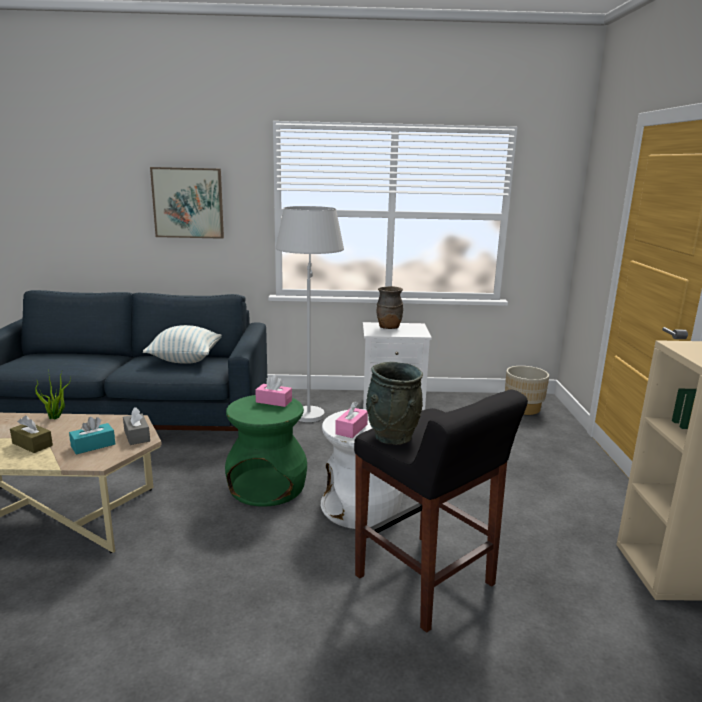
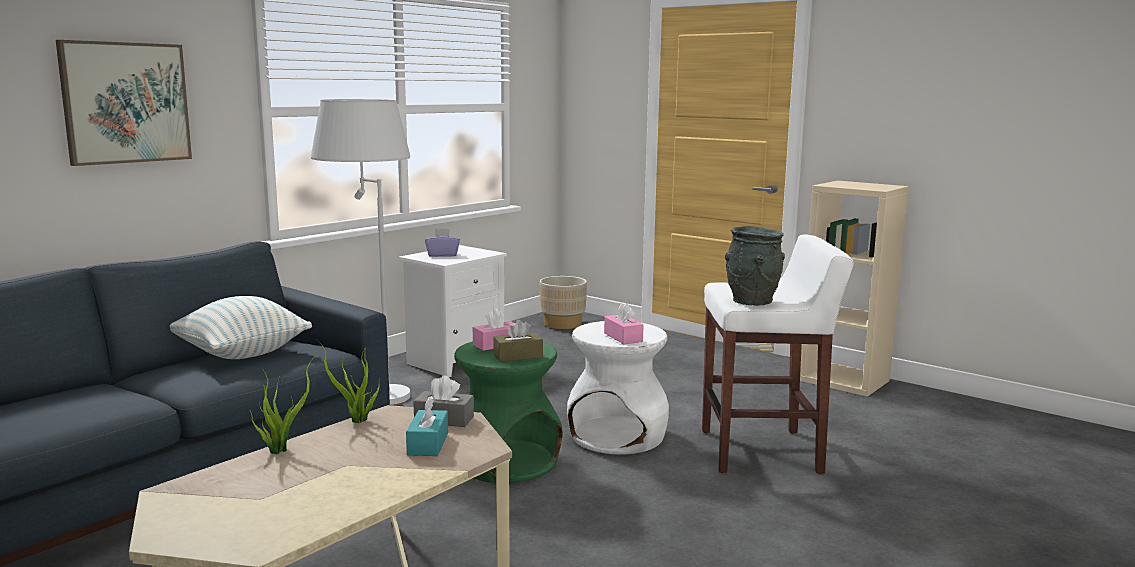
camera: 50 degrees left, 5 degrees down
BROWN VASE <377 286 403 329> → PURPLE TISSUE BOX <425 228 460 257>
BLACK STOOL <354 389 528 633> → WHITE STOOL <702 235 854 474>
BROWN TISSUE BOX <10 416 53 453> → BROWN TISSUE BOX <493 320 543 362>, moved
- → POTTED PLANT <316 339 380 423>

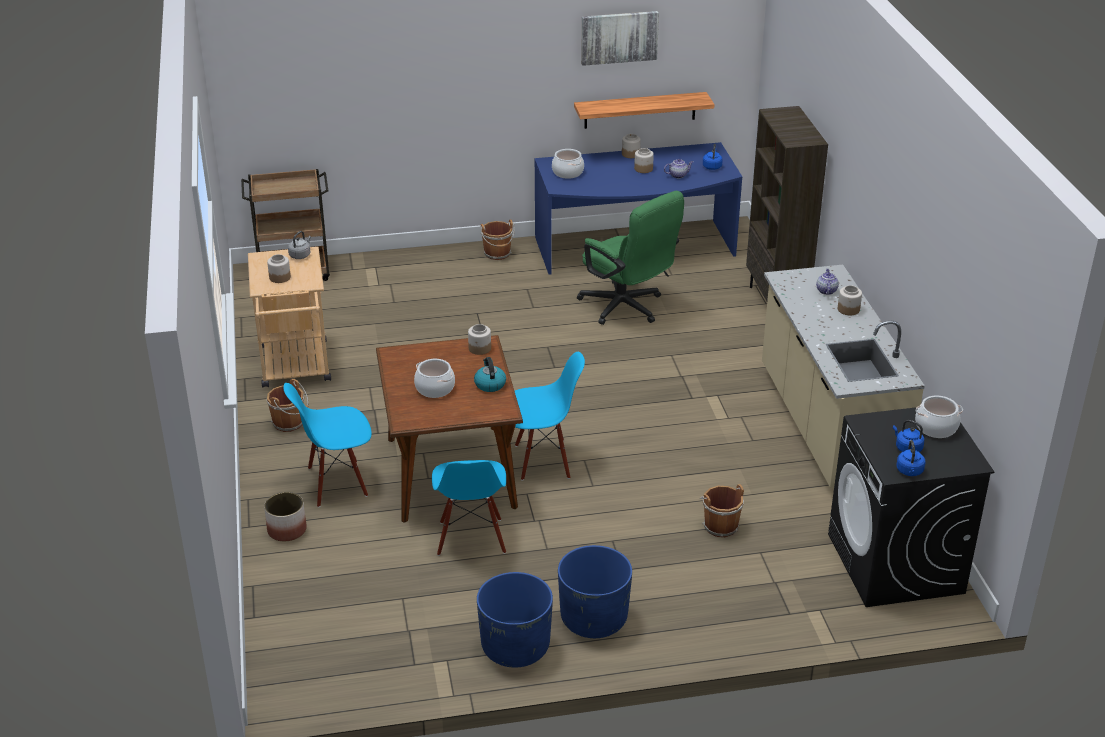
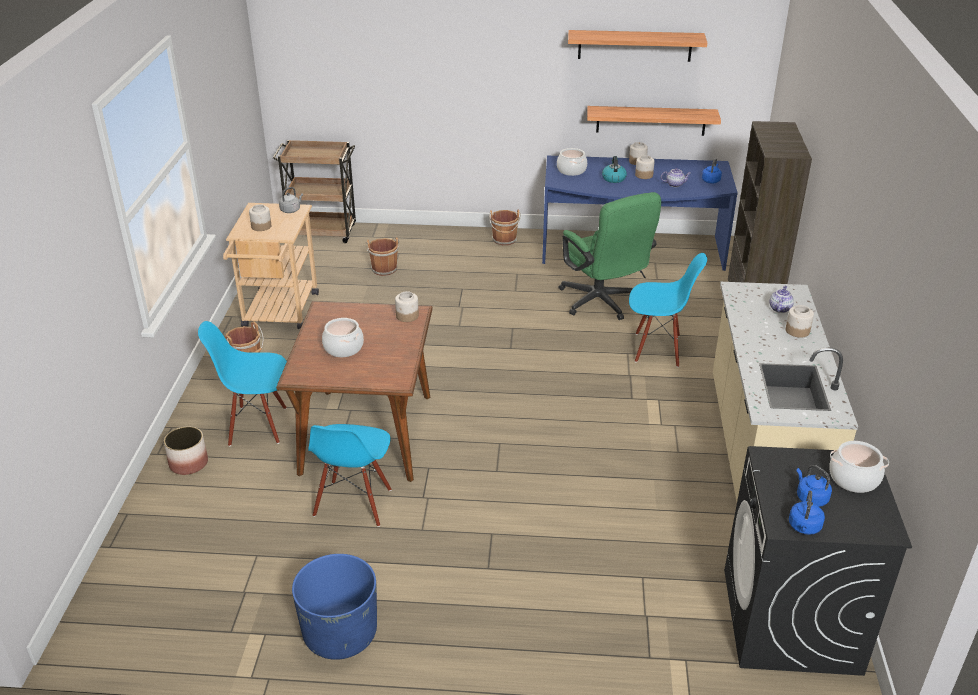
camera: 15 degrees right, 0 degrees up
PICTURE <581 11 659 66> → SHELF <568 30 707 62>
BLUE CHAIR <515 352 585 481> → BLUE CHAIR <629 253 707 367>, moved
KETTLE <474 357 506 392> → KETTLE <602 156 627 183>, moved
BROWN BUCKET <700 484 744 537> → BROWN BUCKET <366 238 399 276>, moved
BLUE PLANTER <558 545 632 638> → -

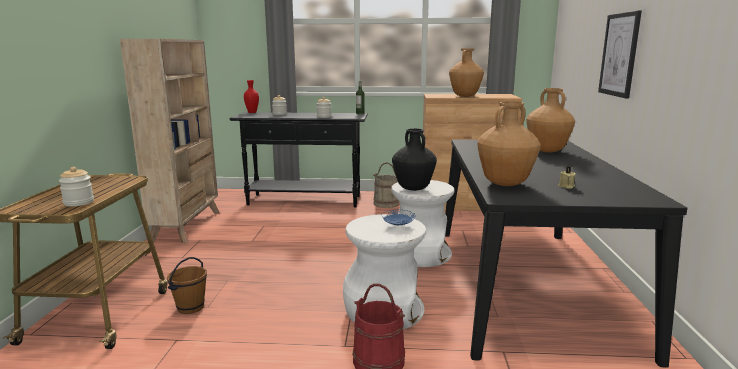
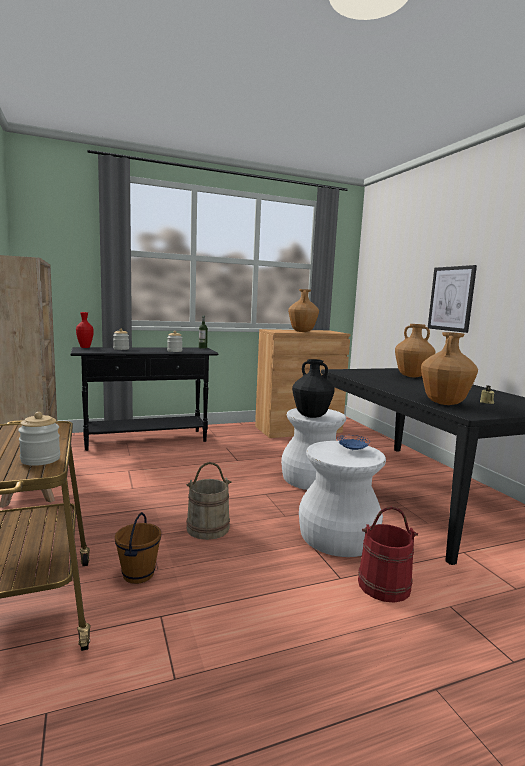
camera: 25 degrees left, 5 degrees down
BEIGE BUCKET <373 162 399 208> → BEIGE BUCKET <186 462 232 540>, moved

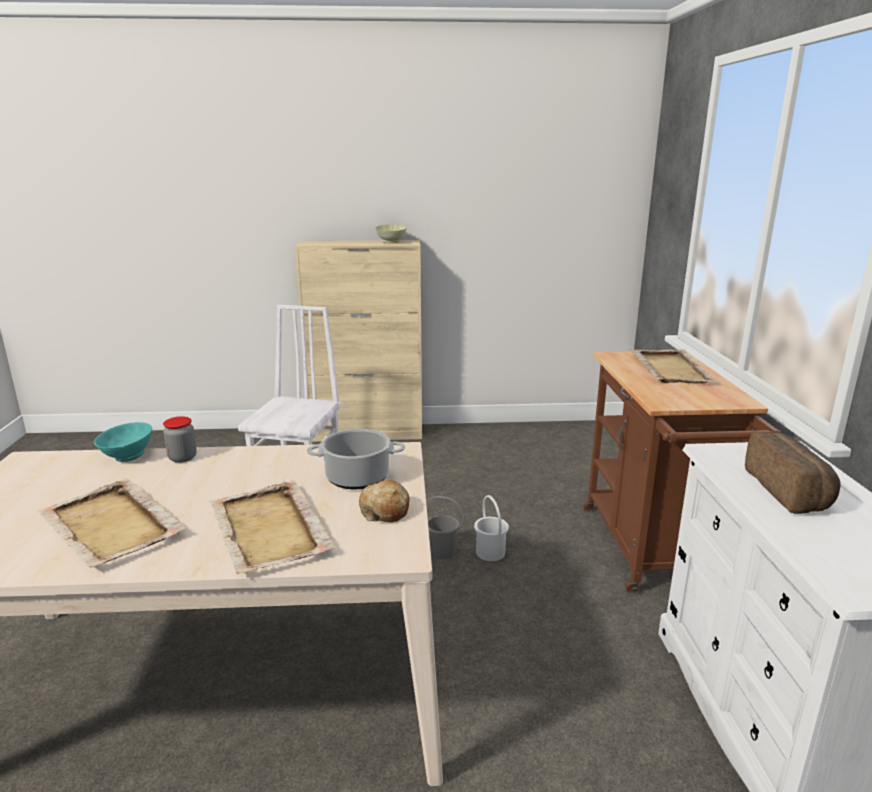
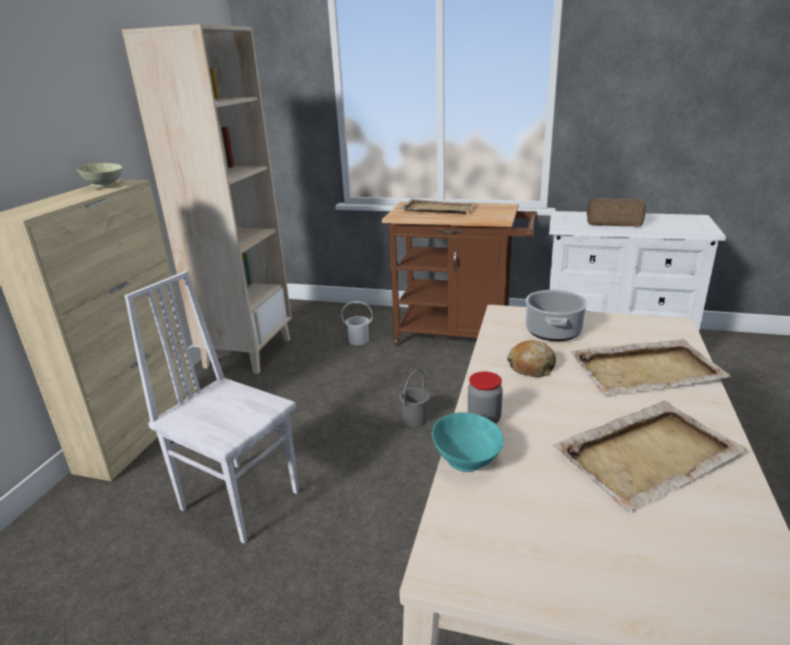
camera: 70 degrees left, 5 degrees up
BREAD <359 480 410 523> → BREAD <507 340 556 377>, moved
WHITE BUCKET <474 495 509 561> → WHITE BUCKET <341 301 373 345>, moved
- → BEIGE BOOKCASE <122 24 292 374>

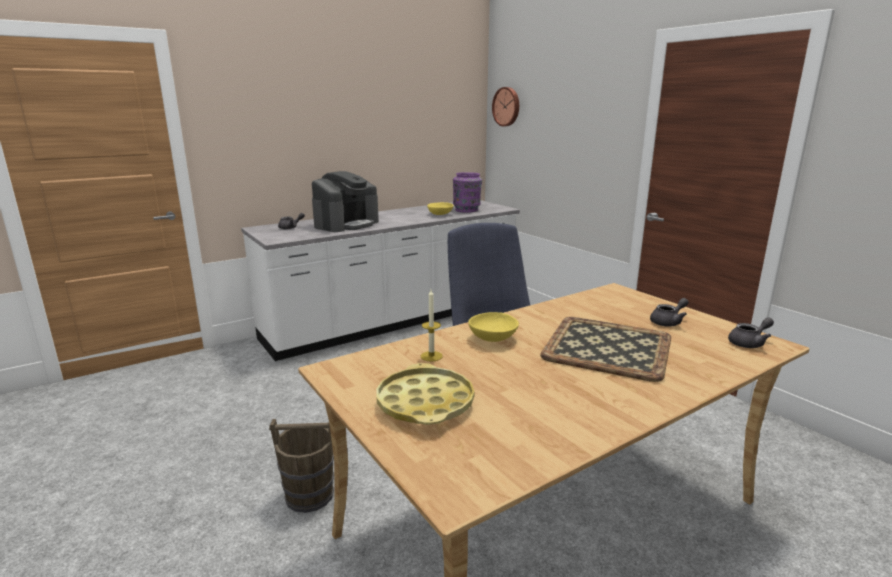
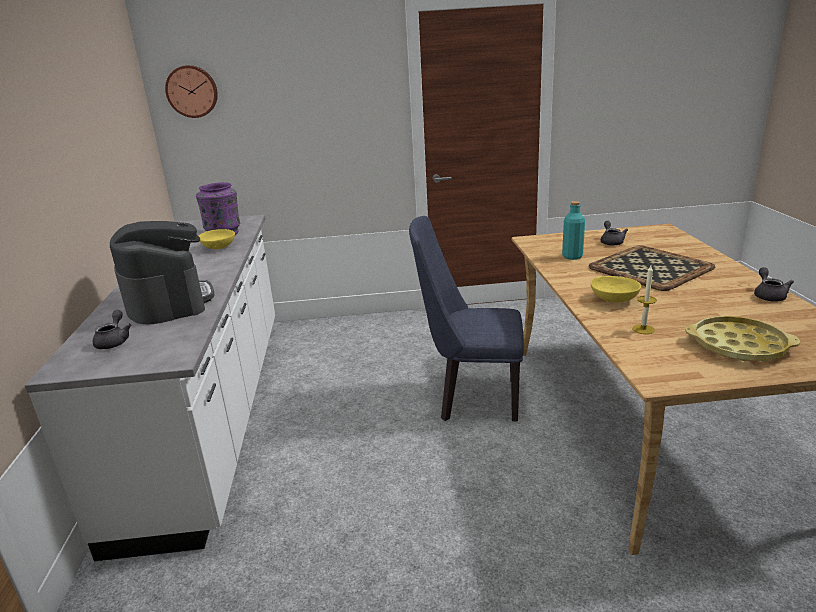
camera: 60 degrees left, 5 degrees up
GREY TEAPOT <728 317 774 348> → GREY TEAPOT <754 267 794 302>, moved
BROWN BUCKET <269 419 334 513> → -
- → TURQUOISE BOTTLE <562 201 585 260>

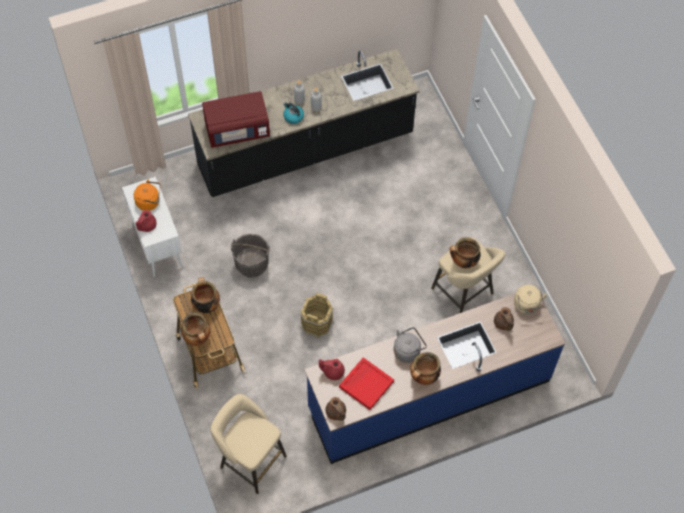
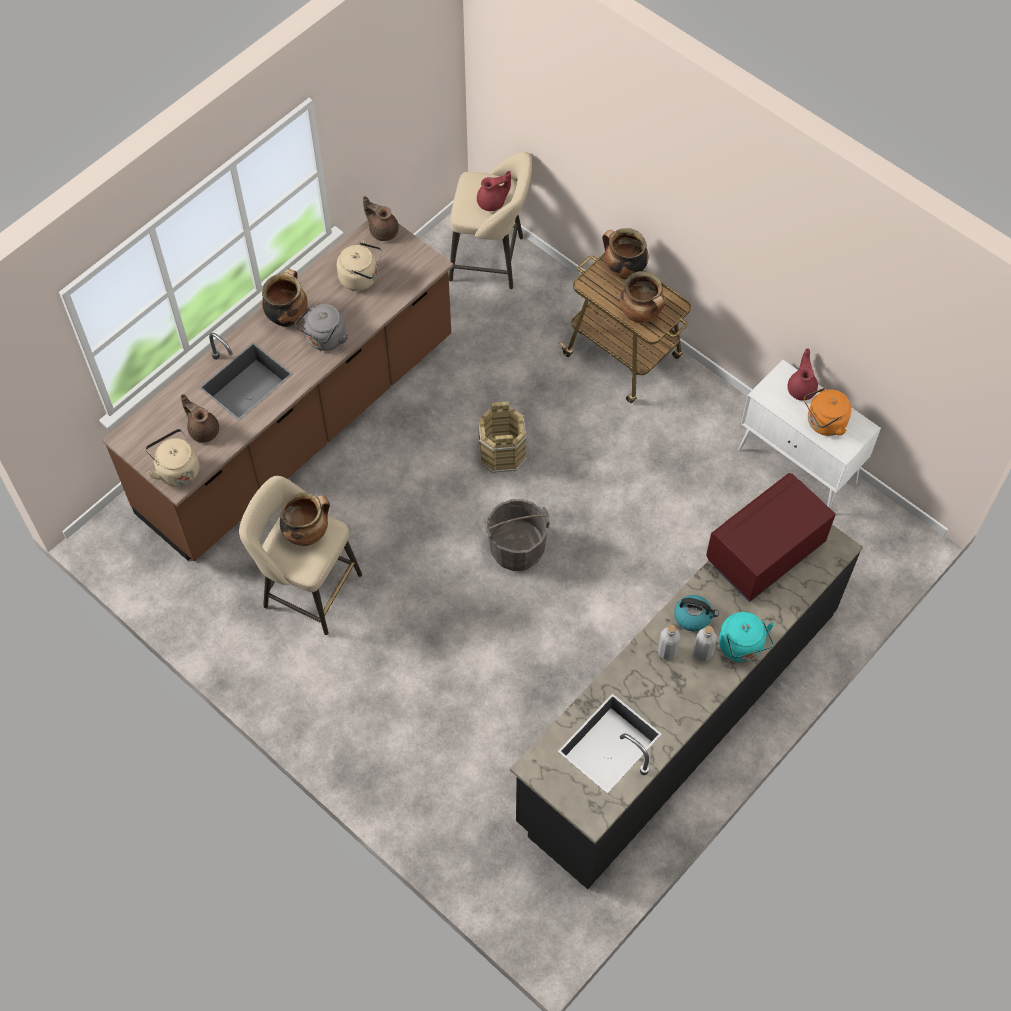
camera: 155 degrees right, 0 degrees up
GREY BUCKET <231 233 270 278> → GREY BUCKET <484 499 550 571>, moved
BLUE COUNTER <304 293 565 464> → BROWN COUNTER <102 220 454 561>
RED TRAY <339 357 394 410> → BEIGE KETTLE <337 240 382 291>
RED TEAPOT <319 359 345 380> → RED TEAPOT <477 171 511 211>, moved
- → TURQUOISE KETTLE <719 612 774 662>

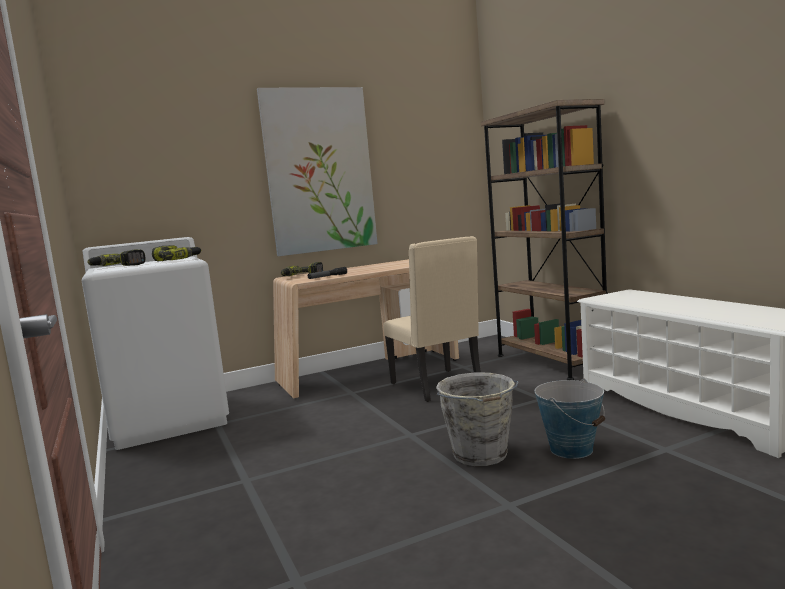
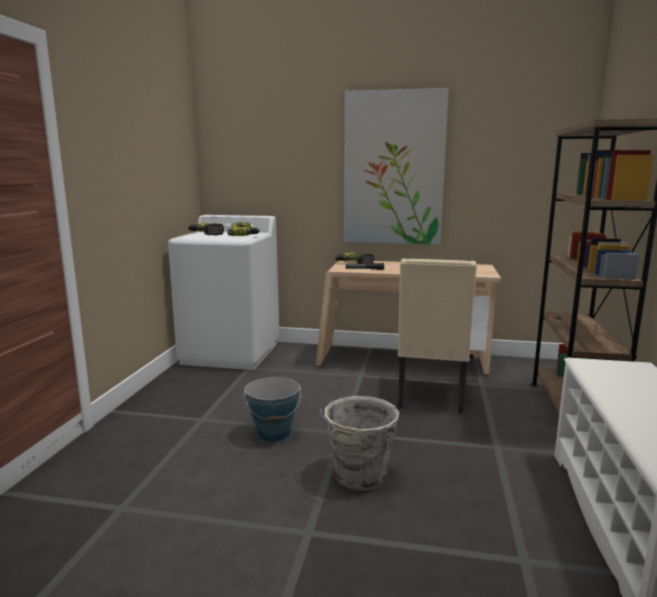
camera: 35 degrees right, 5 degrees up
BUCKET <534 379 605 459> → BUCKET <244 377 301 443>, moved

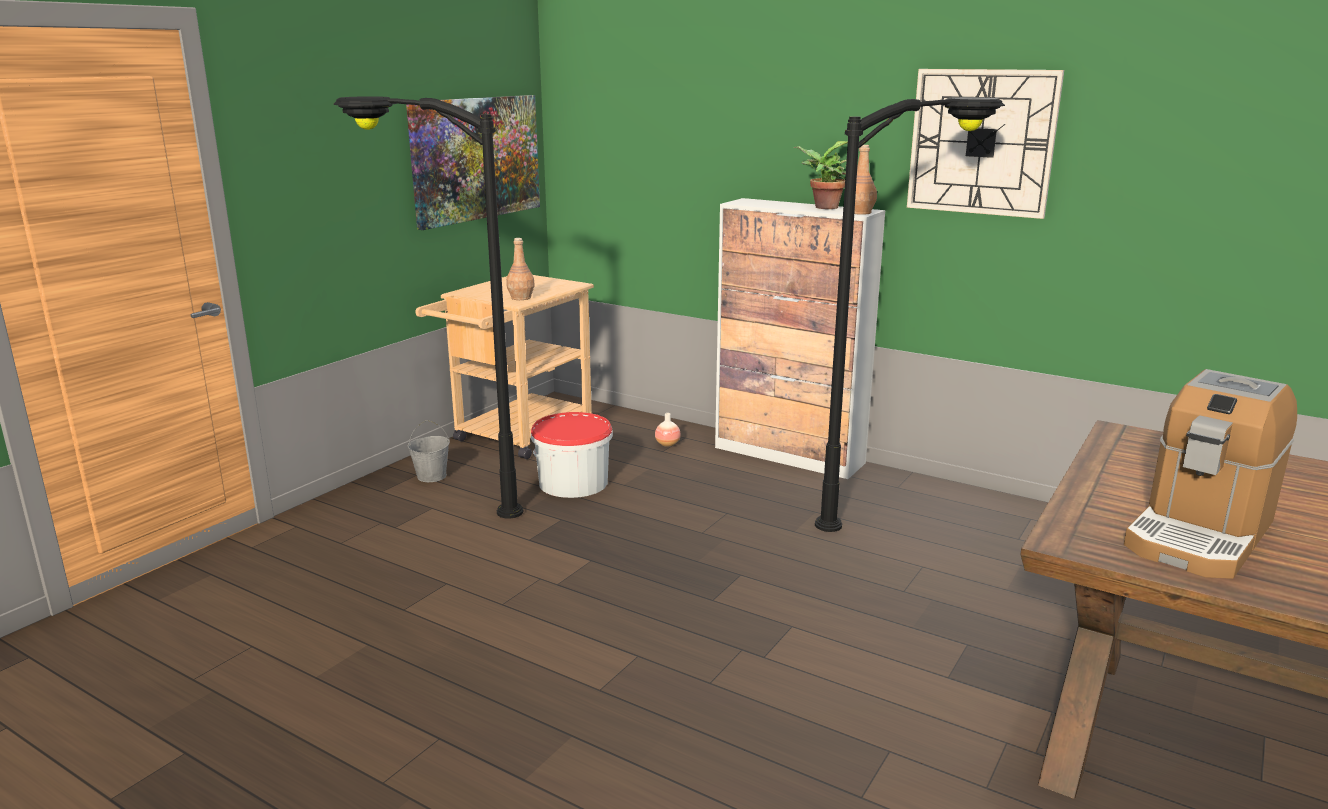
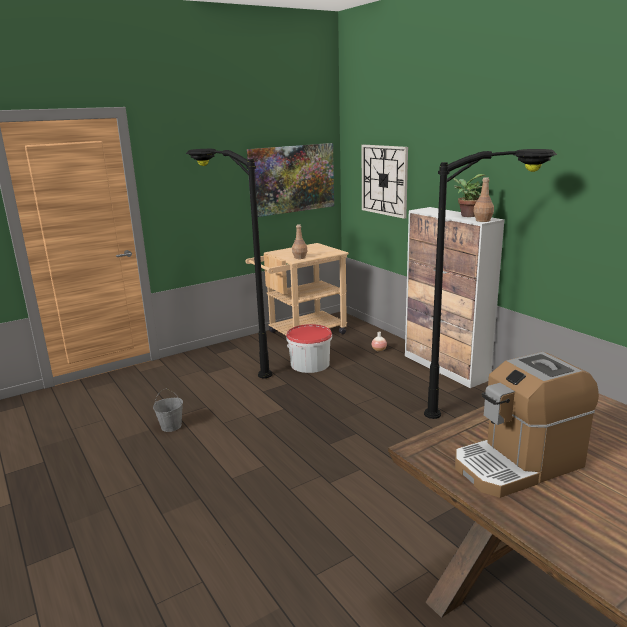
camera: 25 degrees right, 0 degrees up
WALL CLOCK <907 69 1064 219> → WALL CLOCK <362 145 408 219>, moved
GREY BUCKET <408 420 450 482> → GREY BUCKET <153 389 183 432>, moved

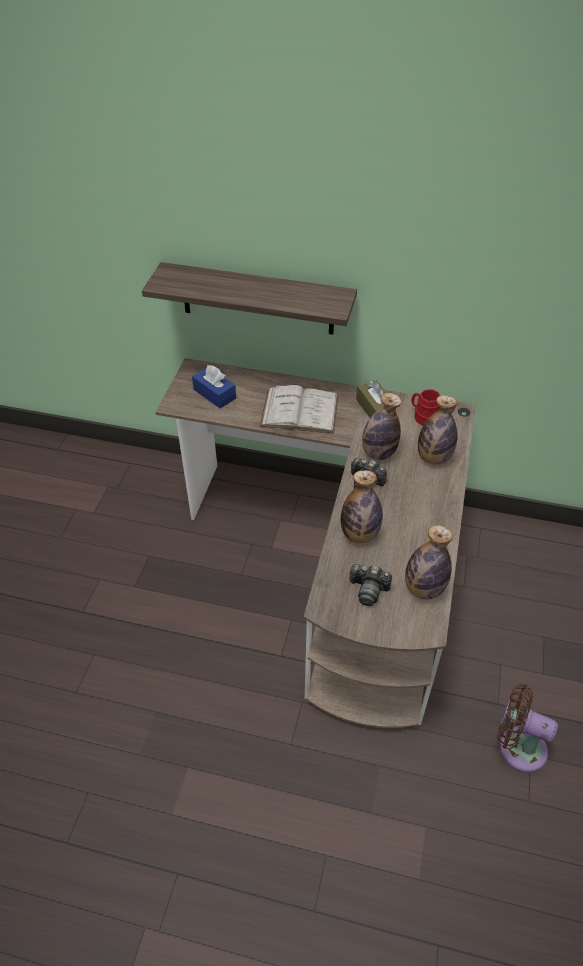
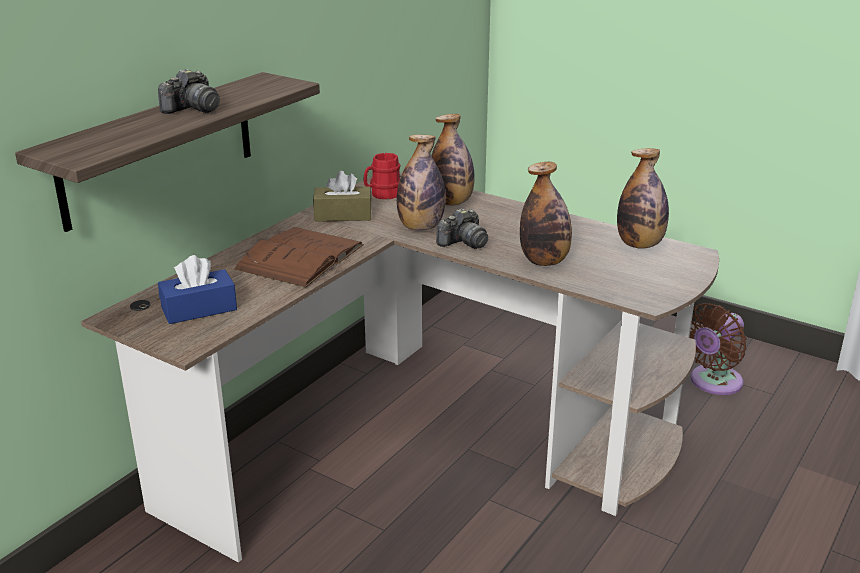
camera: 70 degrees left, 20 degrees down
WHITE BOOK <260 385 339 433> → BROWN BOOK <234 227 364 287>
PHOTO CAMERA <349 564 392 606> → PHOTO CAMERA <158 69 220 114>, moved

